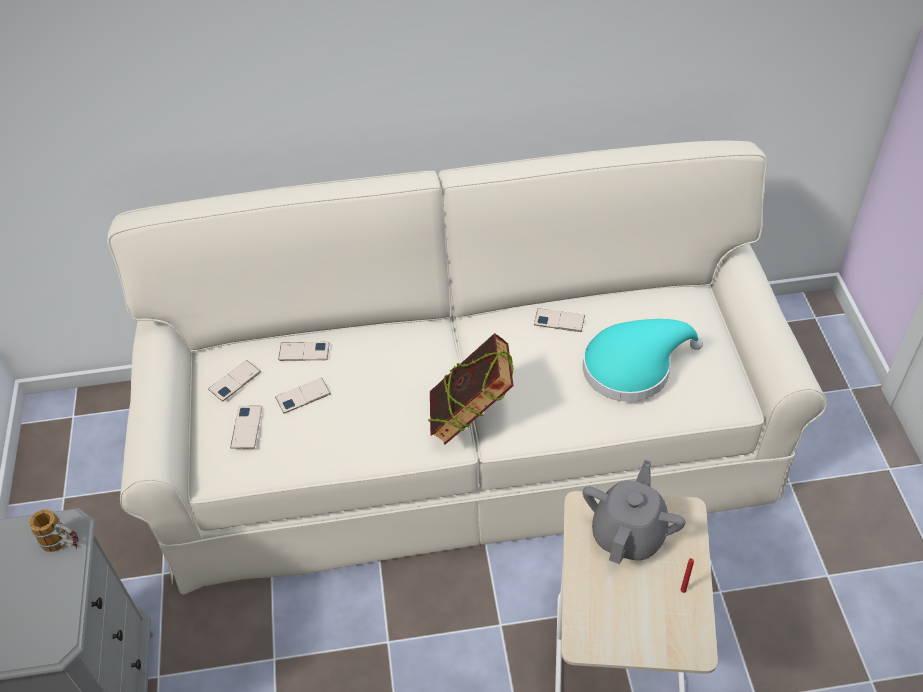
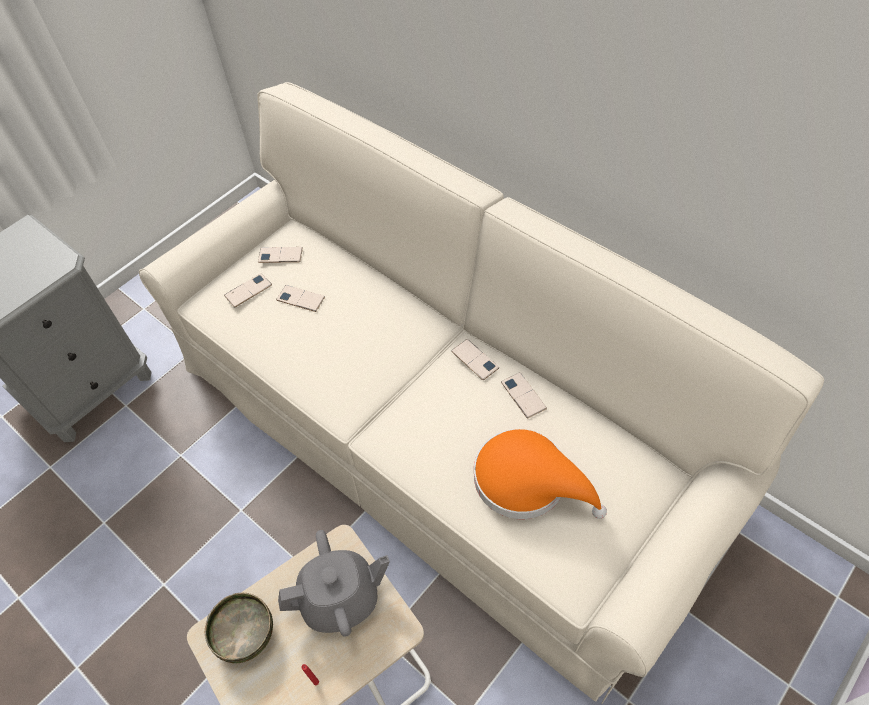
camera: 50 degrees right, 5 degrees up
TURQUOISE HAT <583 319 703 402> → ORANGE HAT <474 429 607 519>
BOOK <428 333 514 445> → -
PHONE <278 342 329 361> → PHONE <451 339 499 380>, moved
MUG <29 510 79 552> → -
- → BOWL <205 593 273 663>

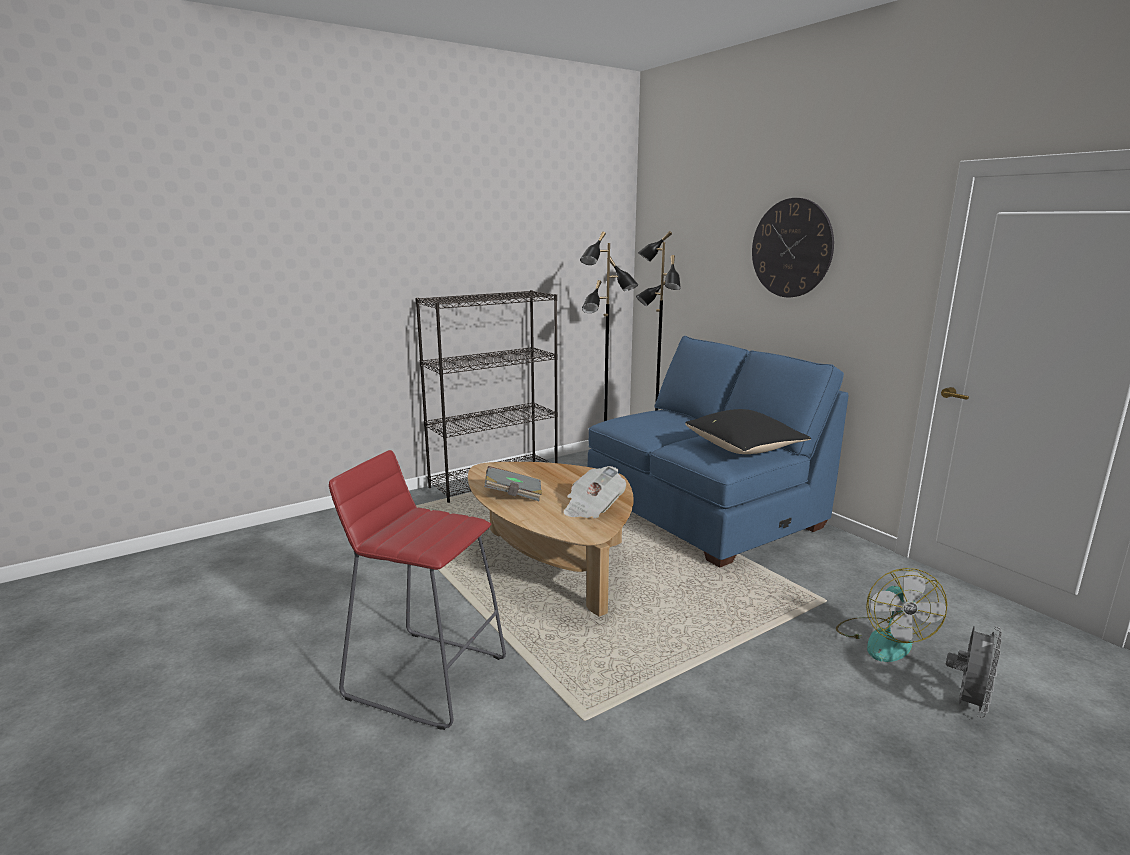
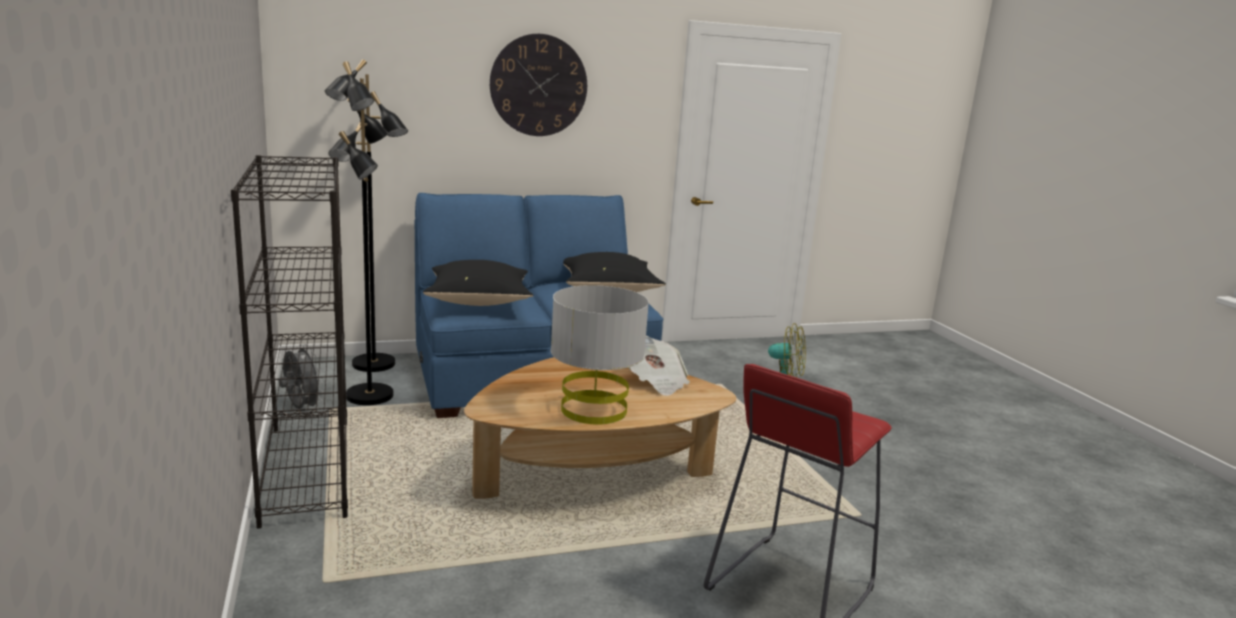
camera: 75 degrees left, 0 degrees up
GREY BOOK <484 466 542 501> → GREY TABLE LAMP <551 285 649 425>
GREY FAN <946 626 1002 718> → GREY FAN <279 344 324 409>, moved
- → BLACK PILLOW <423 260 534 306>

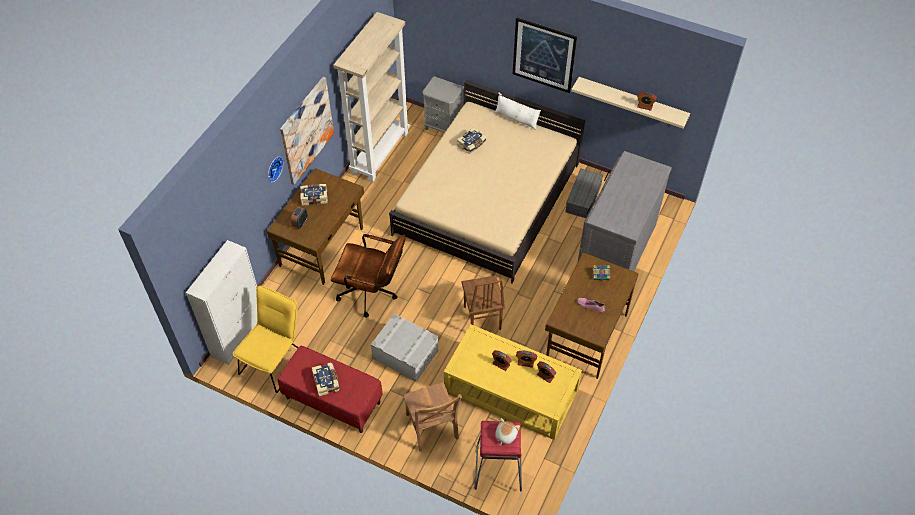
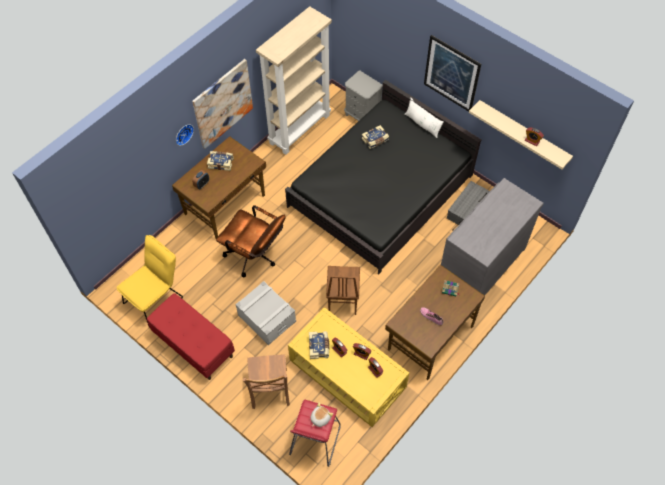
camera: 15 degrees right, 5 degrees up
BEIGE BED <389 80 586 284> → BLACK BED <285 80 482 275>
WHITE CABINET <186 240 257 365> → -
BOOK <312 362 339 396> → BOOK <309 331 330 359>, moved

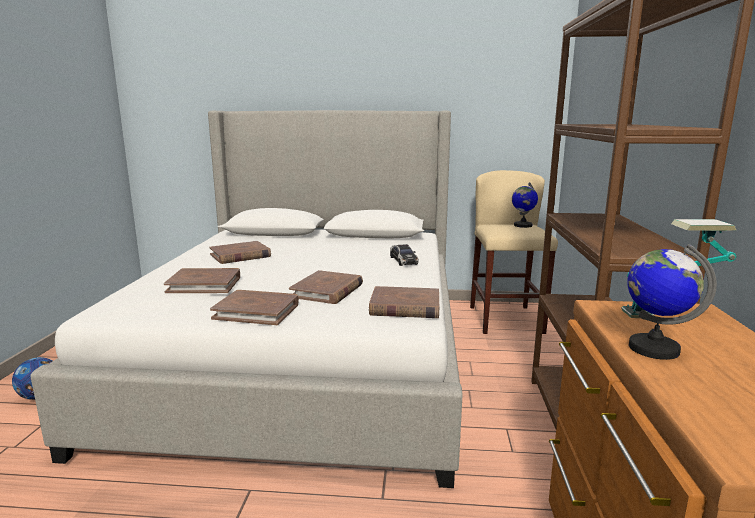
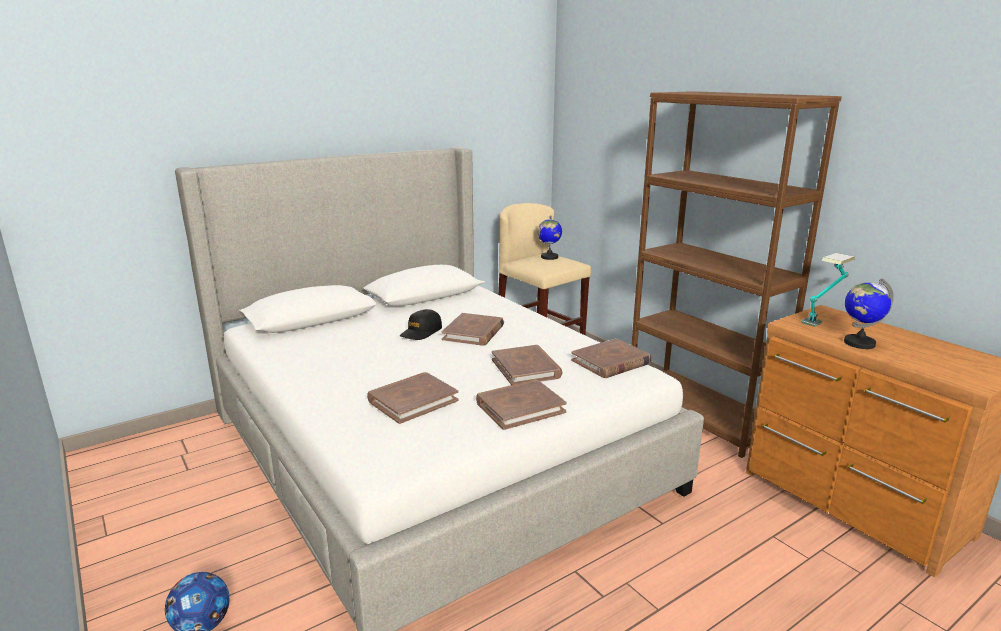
camera: 40 degrees left, 5 degrees up
BROWN BOOK <210 241 271 264> → BROWN BOOK <442 313 504 346>, moved
TOY CAR <390 244 419 266> → -
- → BLACK CAP <400 309 442 340>

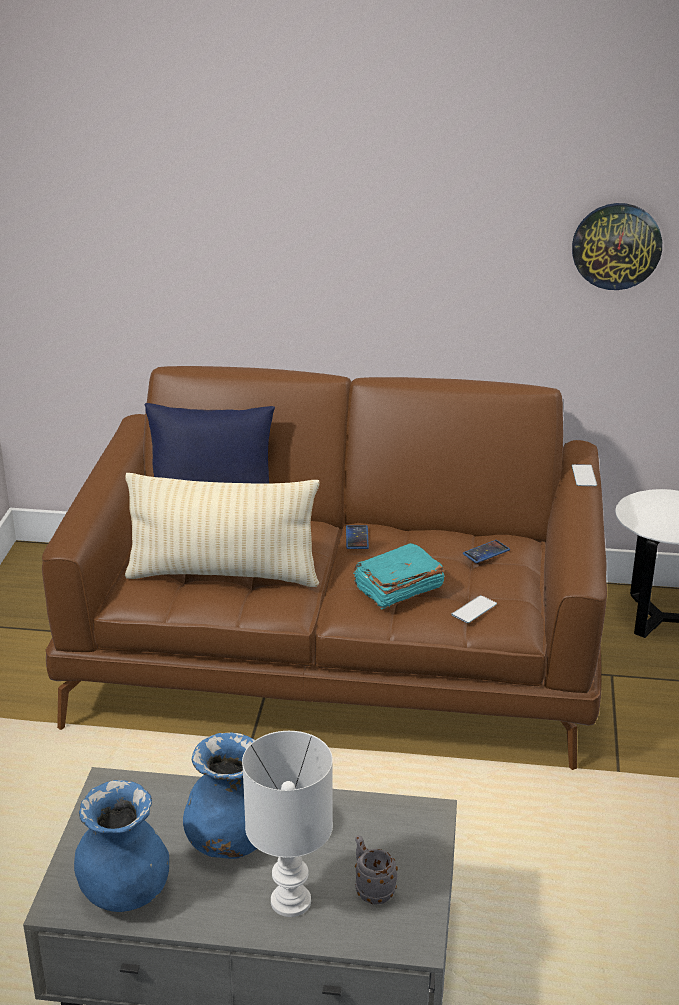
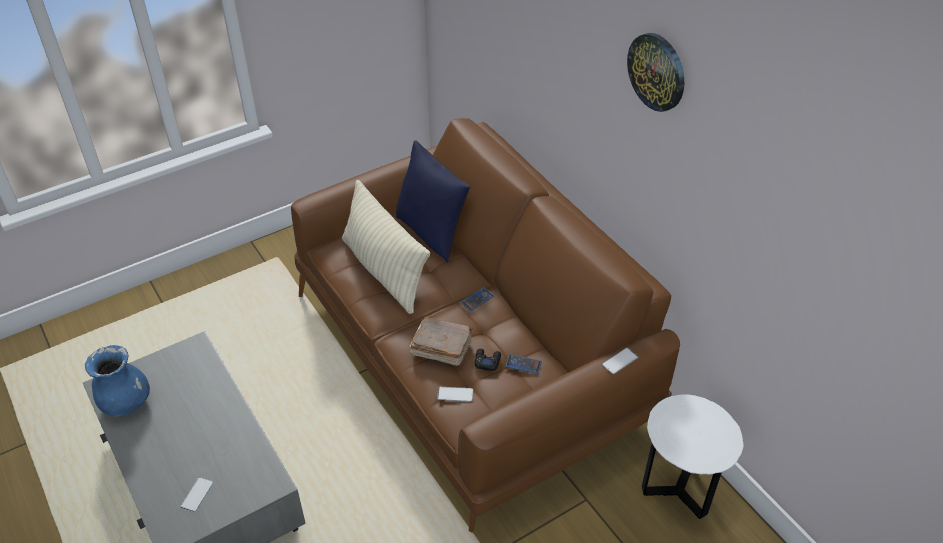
camera: 50 degrees right, 15 degrees up
WALL CLOCK <572 203 662 290> → WALL CLOCK <627 33 684 112>, moved
TURQUOISE BOOK <353 543 445 610> → BROWN BOOK <410 317 473 366>
WHITE TABLE LAMP <242 731 333 917> → -
BLUE VASE <183 733 257 859> → -
GREY MUG <355 835 398 904> → PHONE <180 477 213 512>
- → BLACK GAME CONTROLLER <475 349 501 371>

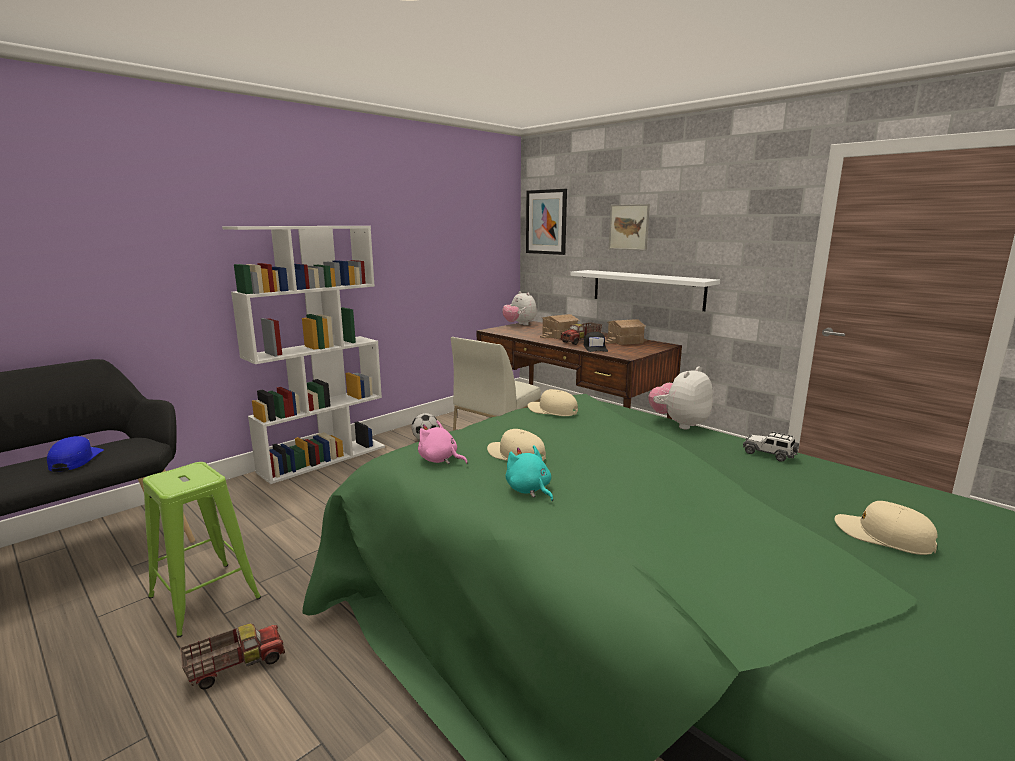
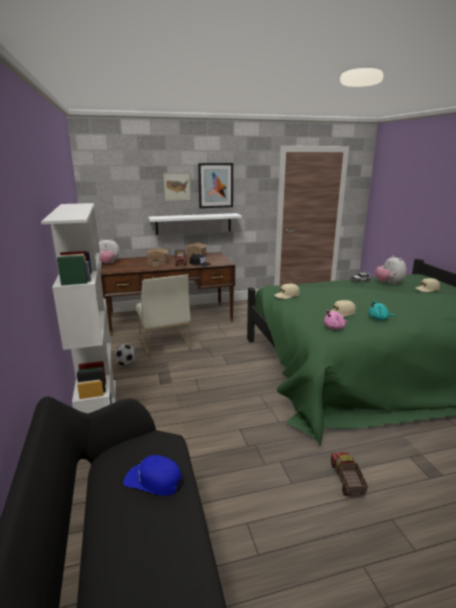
camera: 60 degrees left, 5 degrees up
PICTURE <526 189 567 255> → PICTURE <198 163 233 208>, moved
PLUSH TOY <649 366 713 429> → PLUSH TOY <375 255 407 285>, moved
GREEN STOOL <143 462 261 637> → -

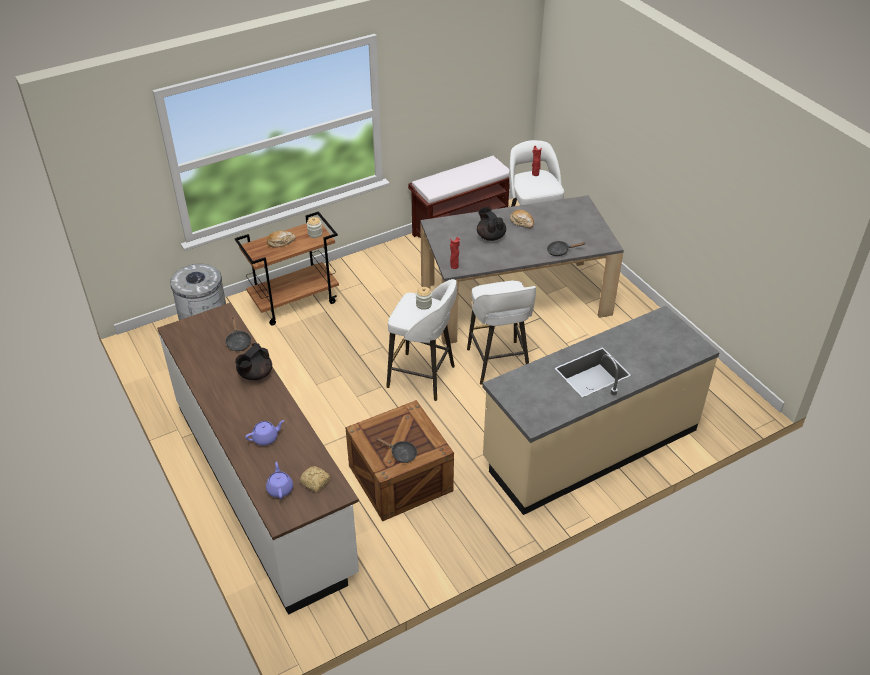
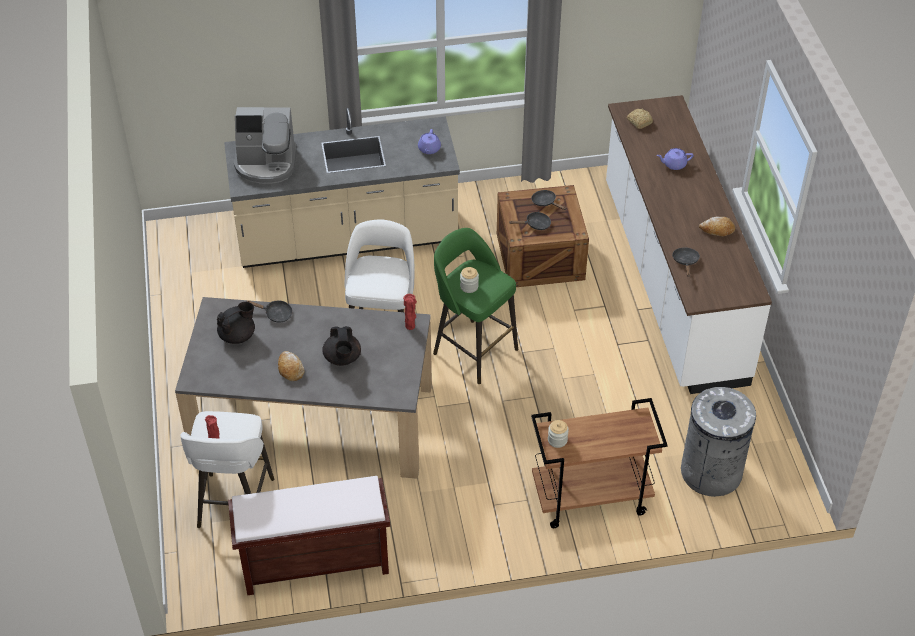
camera: 160 degrees left, 5 degrees up
BREAD <267 231 296 247> → BREAD <699 217 735 236>, moved
WHITE STOOL <386 279 457 401> → GREEN STOOL <433 228 518 384>
BLACK TEAPOT <235 343 272 380> → BLACK TEAPOT <217 302 255 344>, moved
PURPLE TEAPOT <266 462 293 499> → PURPLE TEAPOT <418 129 441 154>, moved
- → COFFEE MACHINE <234 107 297 184>
- → BLACK FRYING PAN <510 212 551 230>

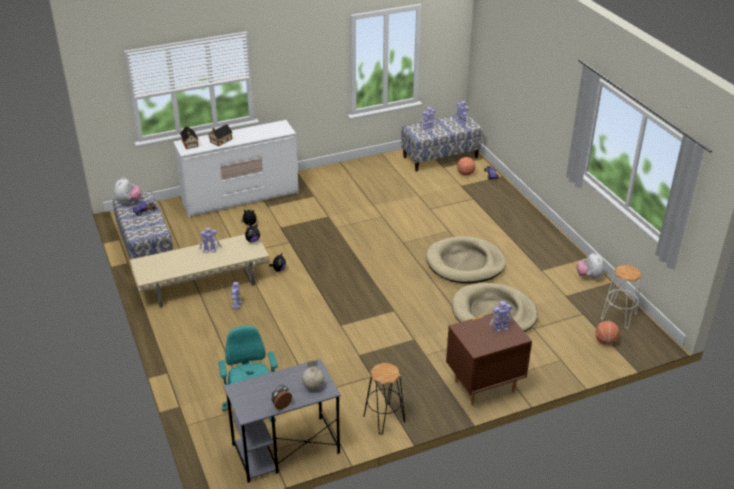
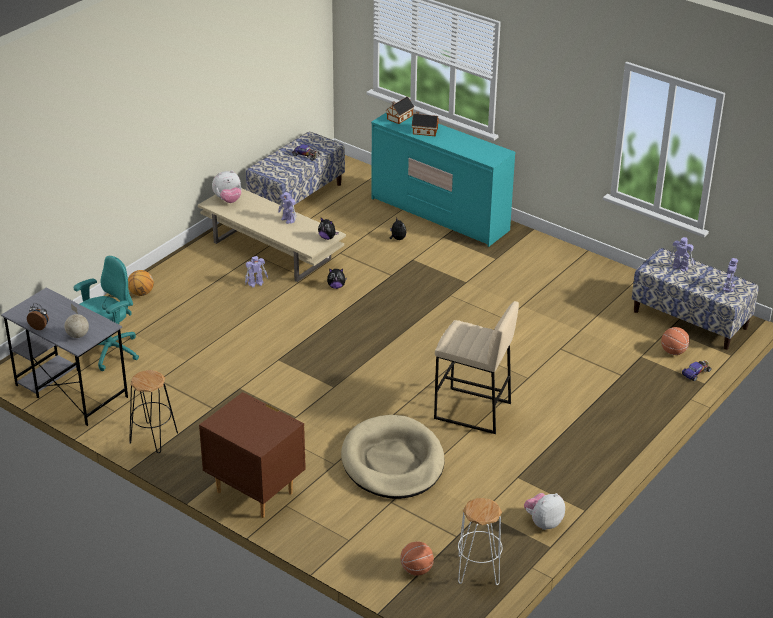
camera: 60 degrees right, 0 degrees up
WHITE DRESSER <173 120 299 218> → TURQUOISE DRESSER <371 113 516 247>
PLUSH TOY <114 177 141 204> → PLUSH TOY <212 170 242 203>, moved
BEIGE DOG BED <426 236 506 283> → BEIGE STOOL <434 301 519 434>
TOY ROBOT <489 301 512 332> → -
- → BASKETBALL <128 270 154 296>

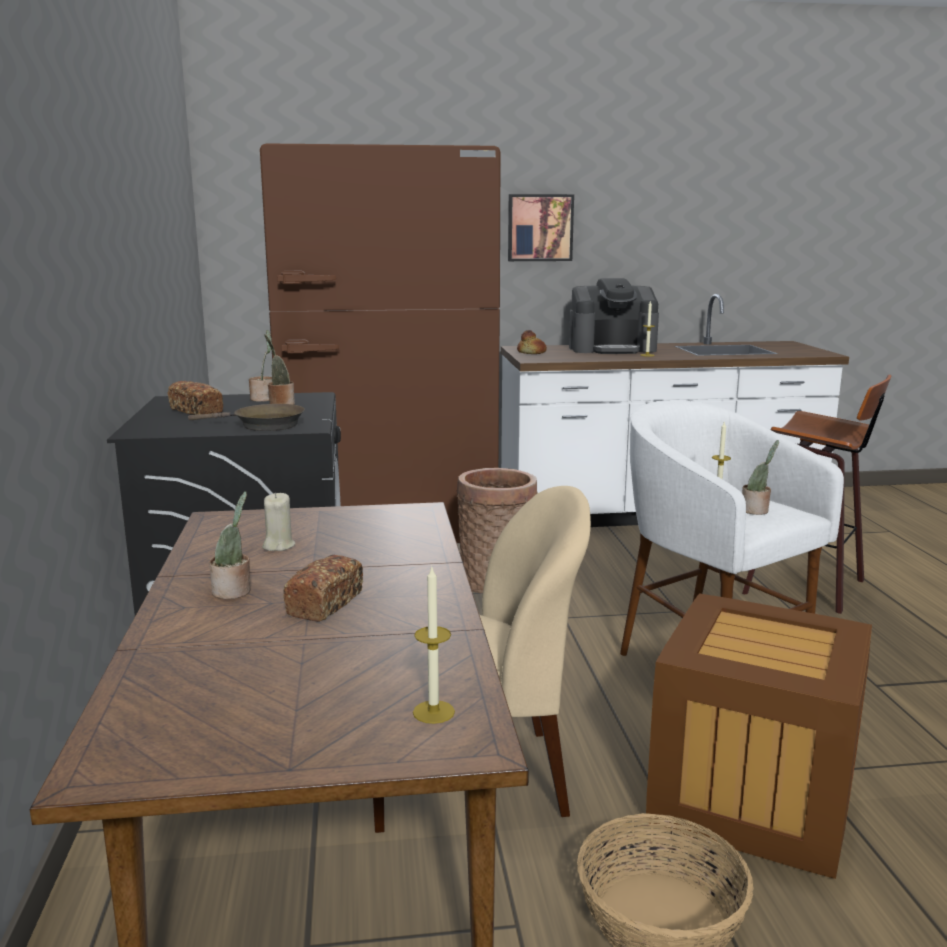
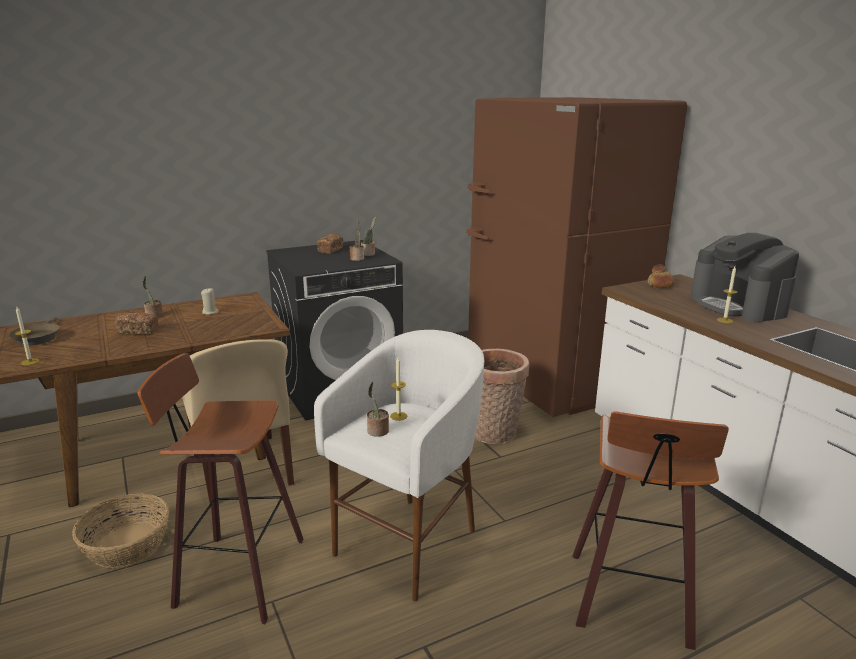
camera: 70 degrees right, 5 degrees up
PICTURE <508 194 574 261> → -
BROWN FRYING PAN <188 404 305 431> → BROWN FRYING PAN <9 317 60 346>, moved
CRATE <646 593 872 879> → STOOL <137 353 304 624>

